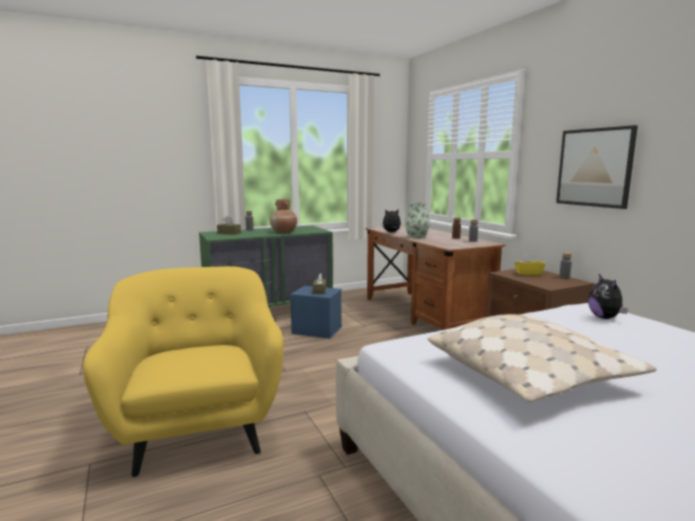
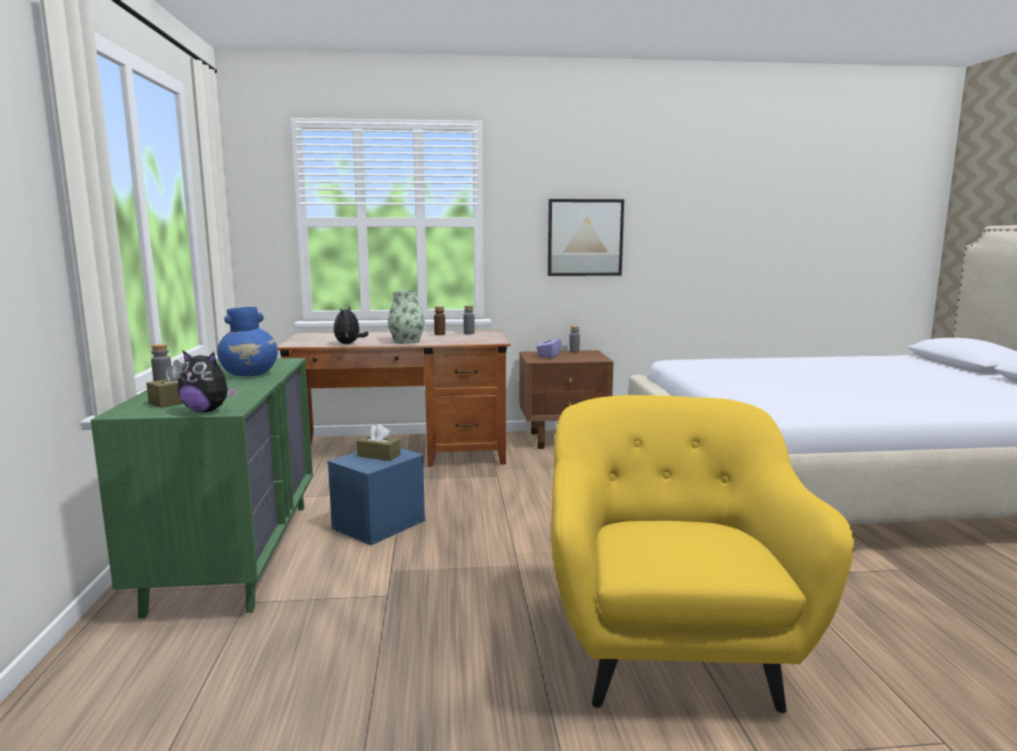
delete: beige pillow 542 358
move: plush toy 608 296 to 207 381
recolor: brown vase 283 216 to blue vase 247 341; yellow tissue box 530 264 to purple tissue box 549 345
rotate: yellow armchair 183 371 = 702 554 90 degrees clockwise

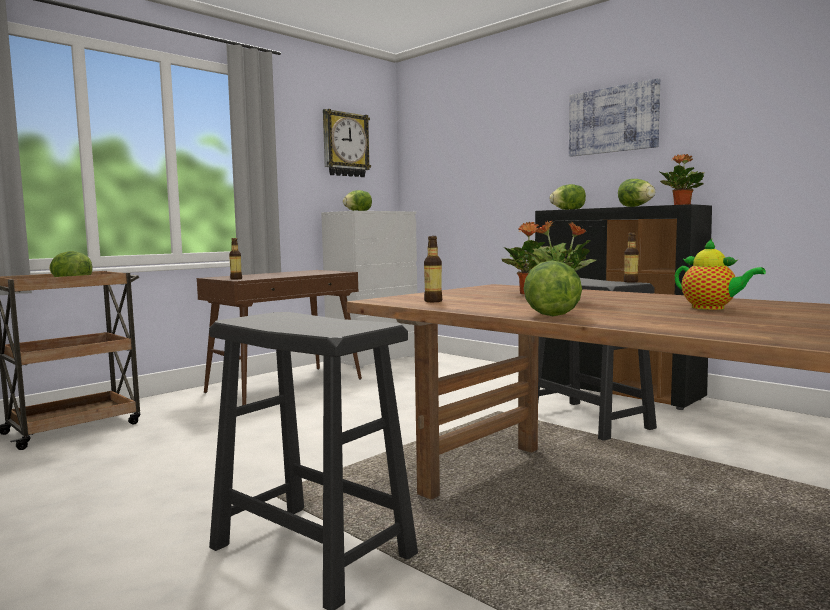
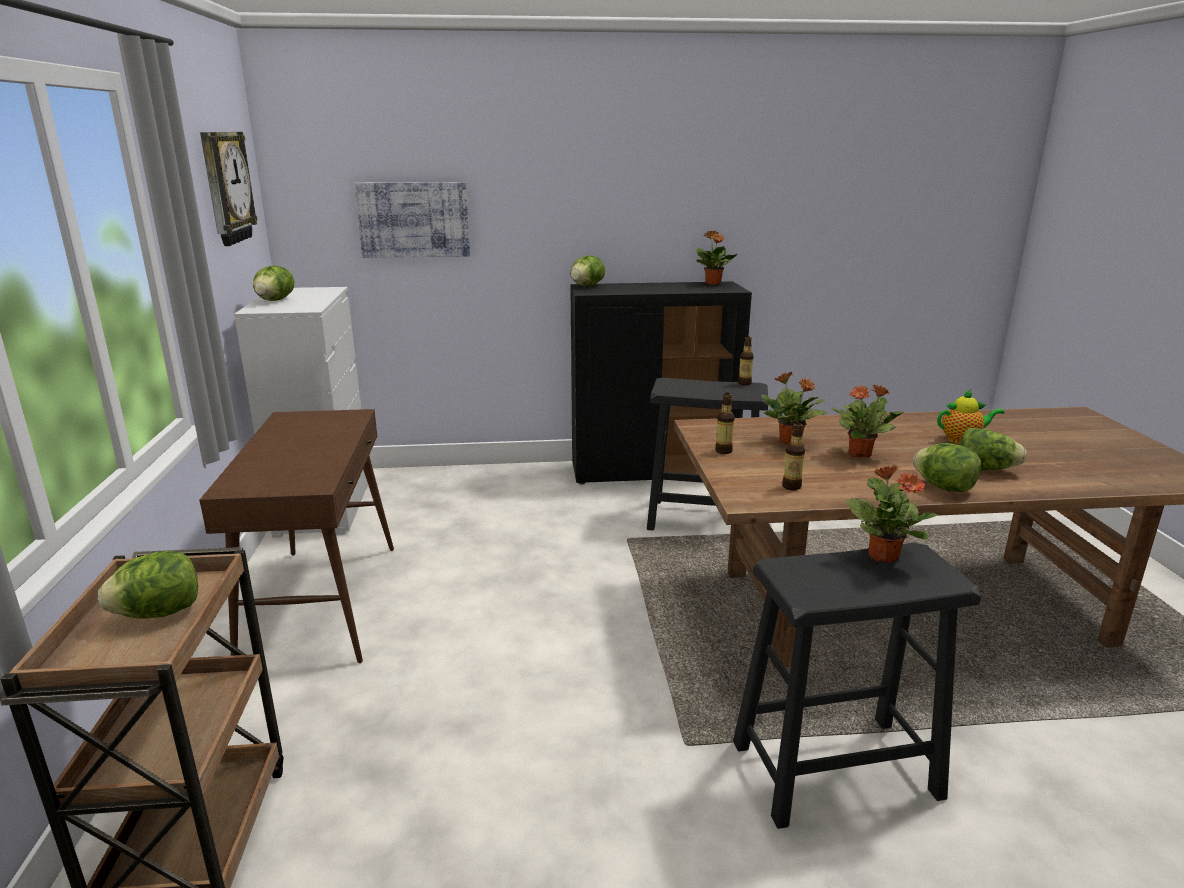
insert: potted plant 892 514
move: bottle 235 259 to 725 423; picture 614 117 to 412 220; lettuce 636 193 to 993 449

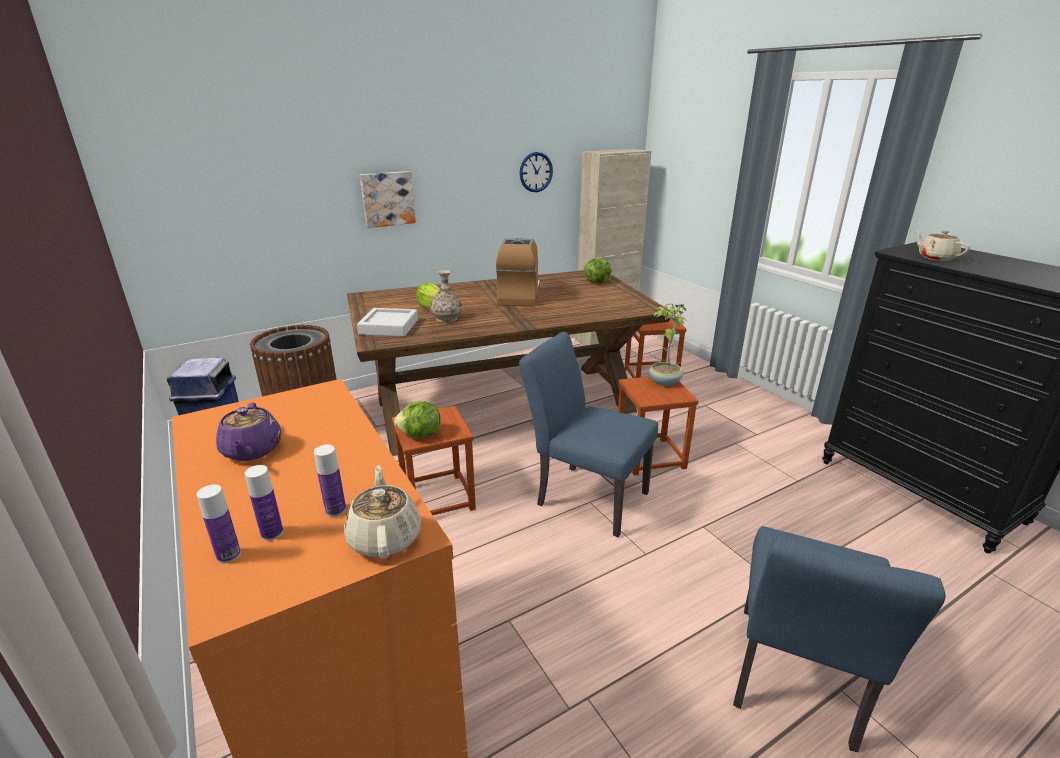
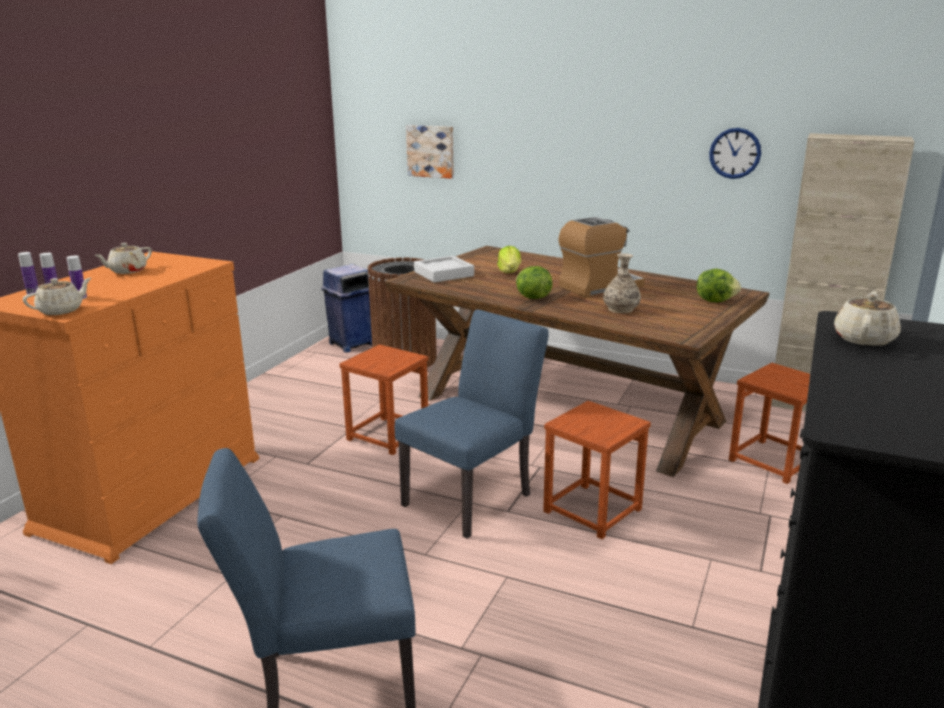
delete: potted plant 668 344
move: picture 388 199 to 430 152; lettuce 417 420 to 534 282; vase 446 296 to 622 283
recolor: purple teapot 249 432 to beige teapot 123 258
rotate: blue chair 588 434 = 472 424 45 degrees clockwise

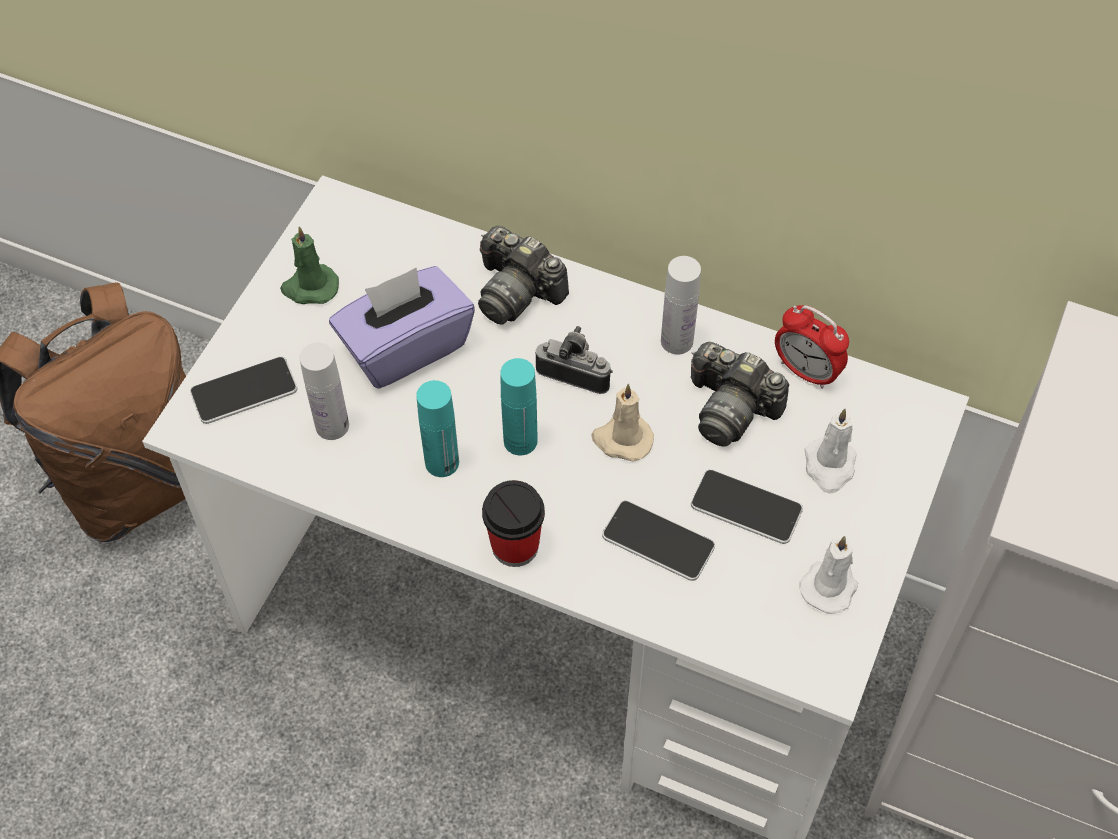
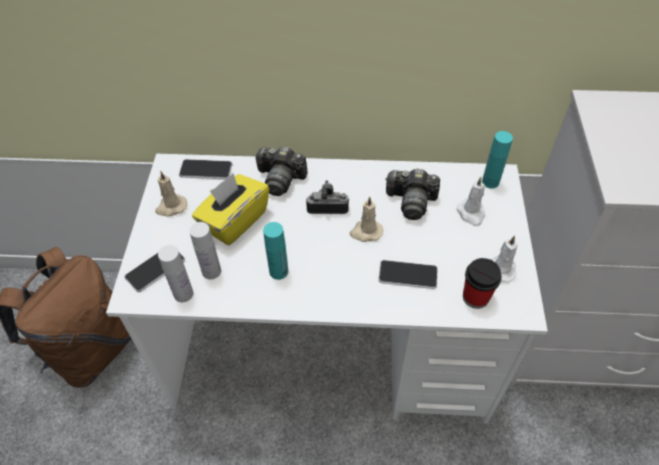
delete: alarm clock 812 347
move: cup 513 523 to 482 283; turquoise bottle 519 407 to 497 160; white bottle 681 305 to 175 273; phone 747 506 to 205 169
recolor: green candle 309 265 to beige candle 171 194; purple tissue box 402 327 to yellow tissue box 230 209

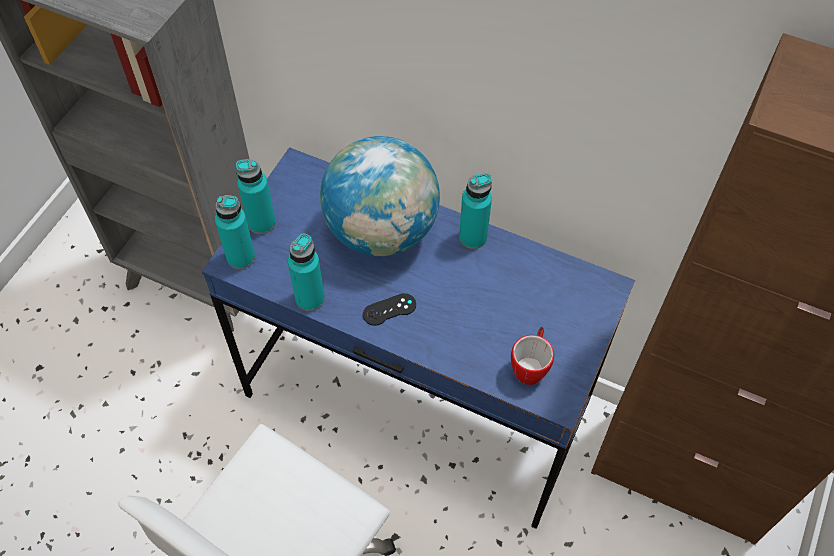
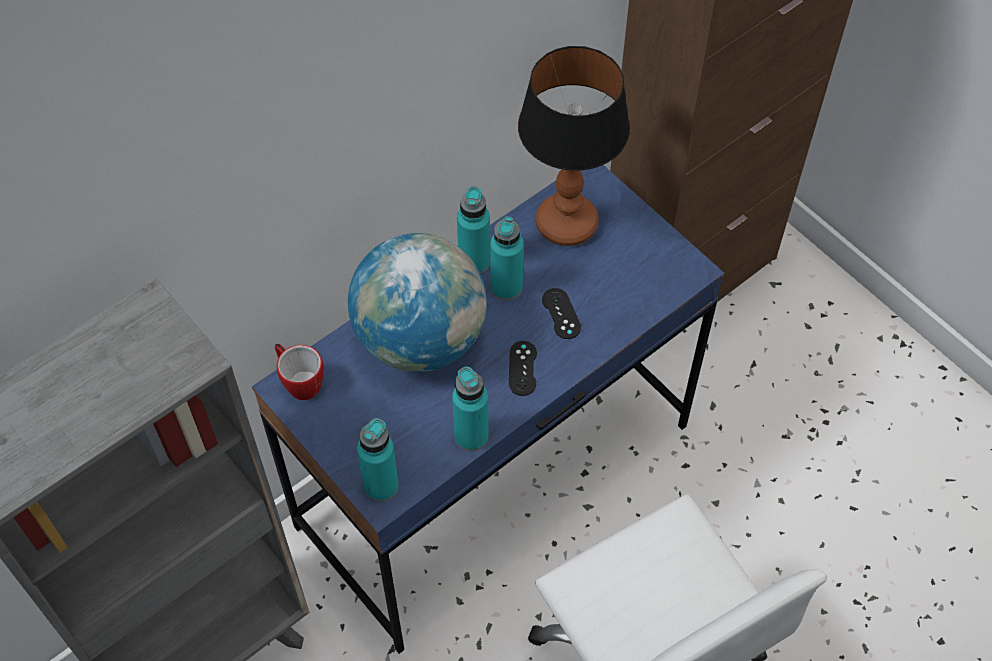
insert: table lamp 574 146; black game controller 561 313
move: turquoise bottle 256 196 to 507 259; mug 532 356 to 299 372

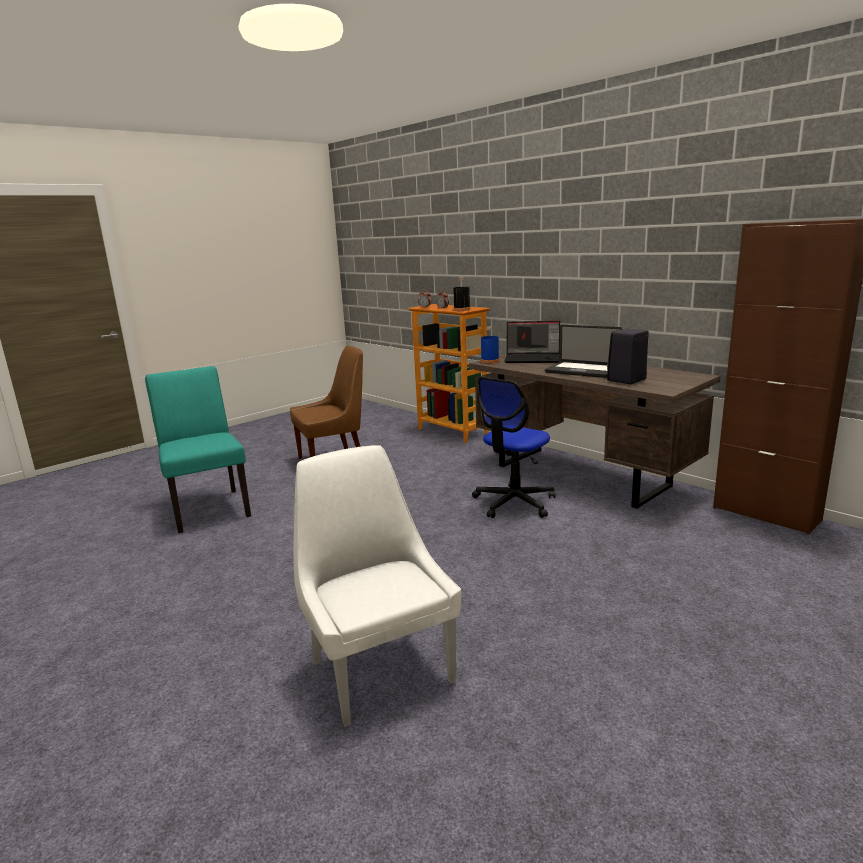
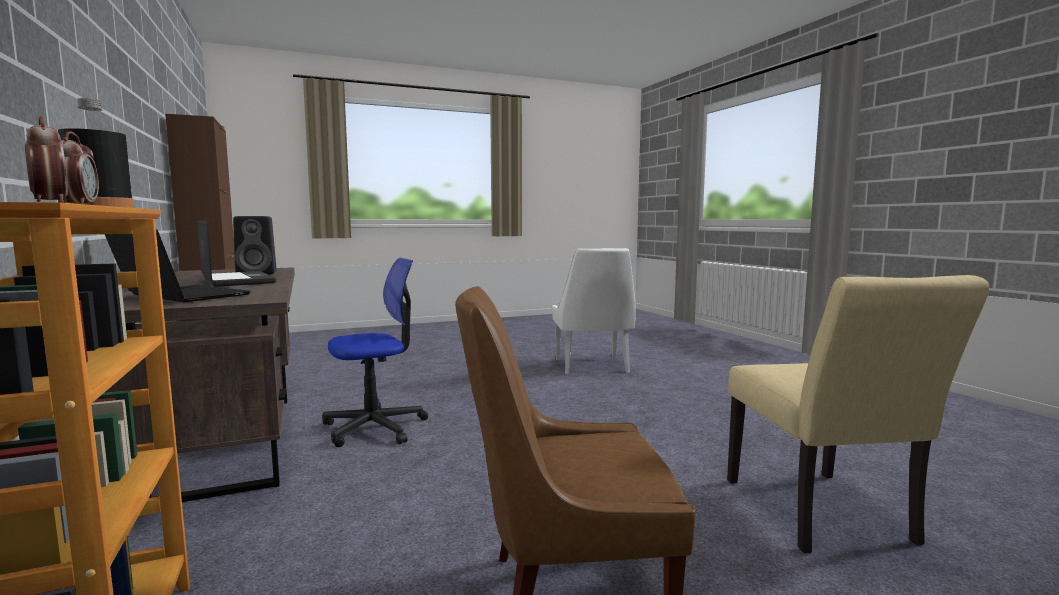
delete: blue bottle 490 345
recolor: turquoise chair 198 449 to beige chair 858 414

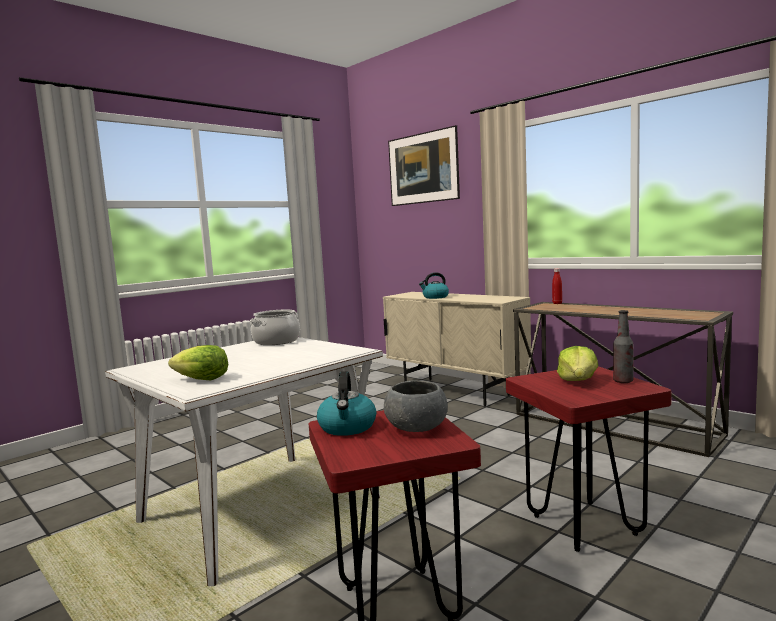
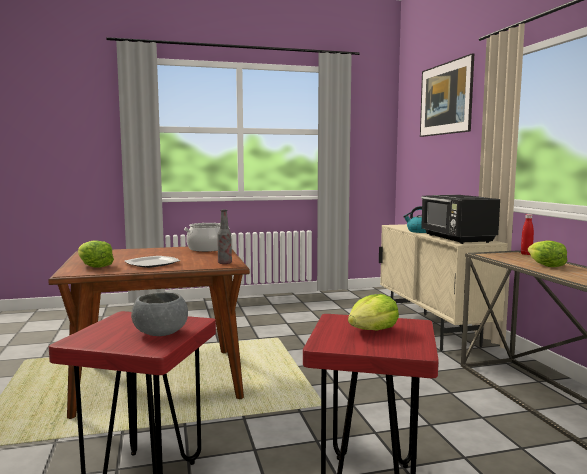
delete: kettle 346 403
insert: plate 153 262; black microwave 460 219; lettuce 547 253
move: bottle 623 346 to 224 237
recolor: white dining table 244 461 to brown dining table 149 333

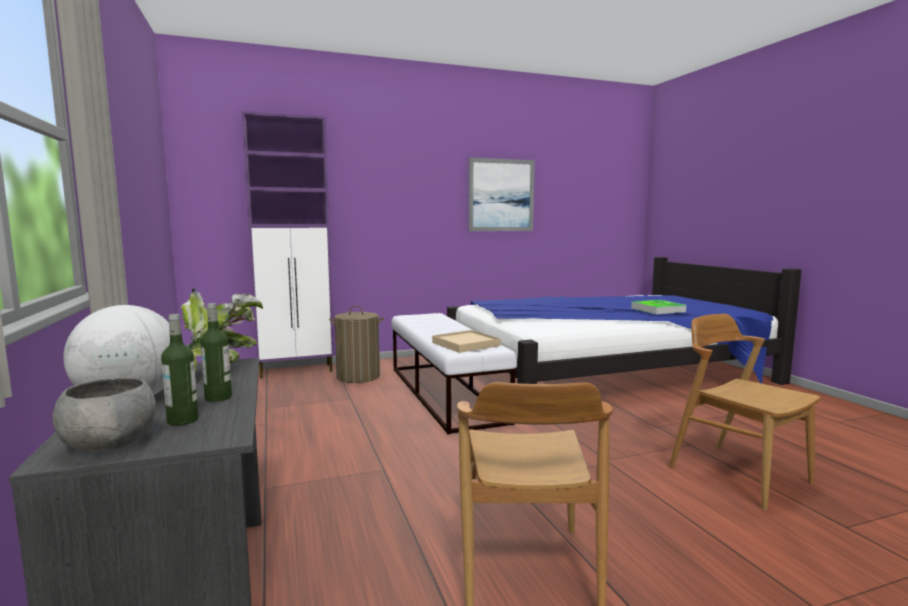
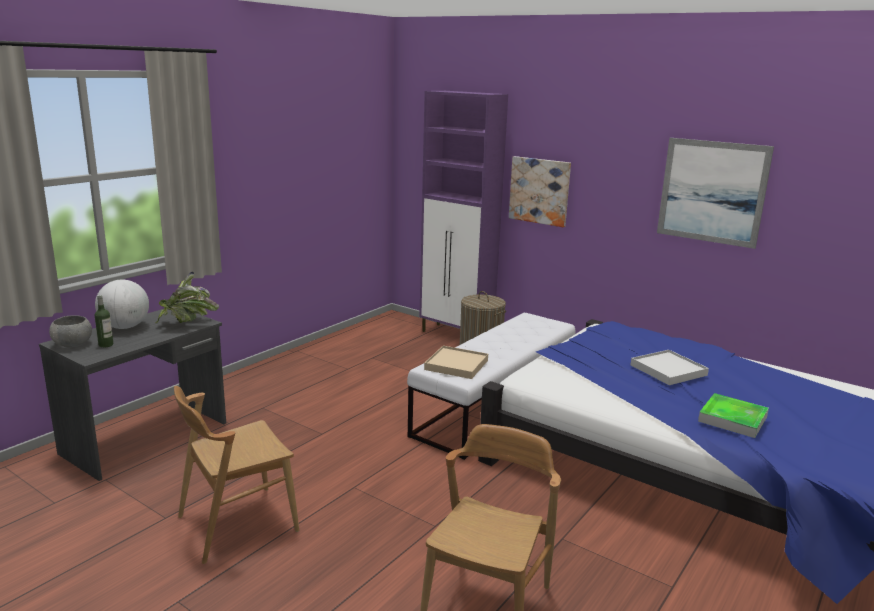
delete: bottle 216 352
insert: picture 540 191; white tray 670 367

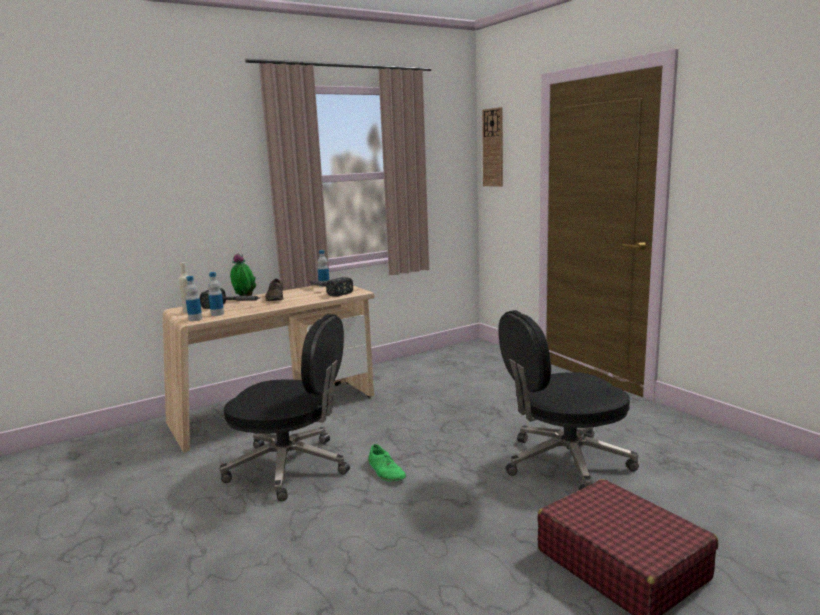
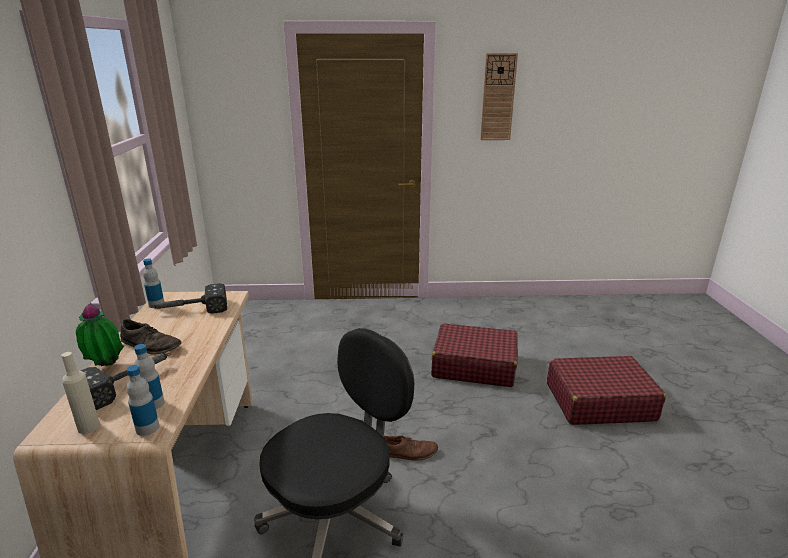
move: wall clock 492 147 to 499 96
replace: black office chair 568 400 to red suitcase 474 355
recolor: green shoe 387 463 to brown shoe 411 448

